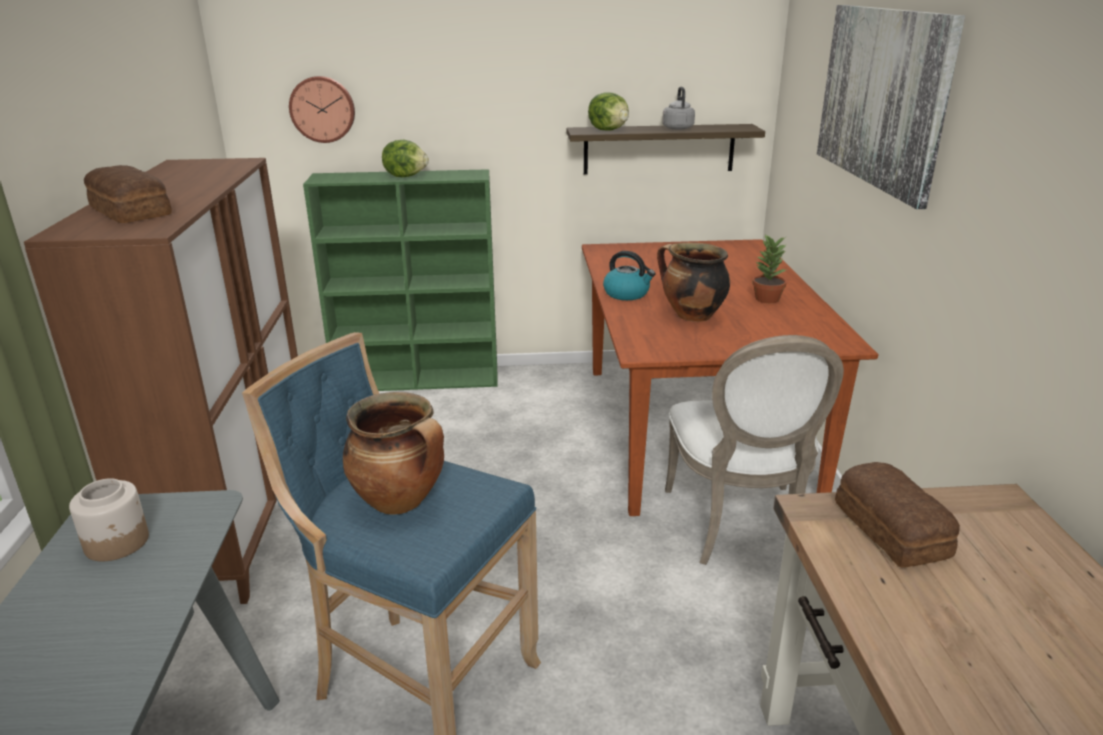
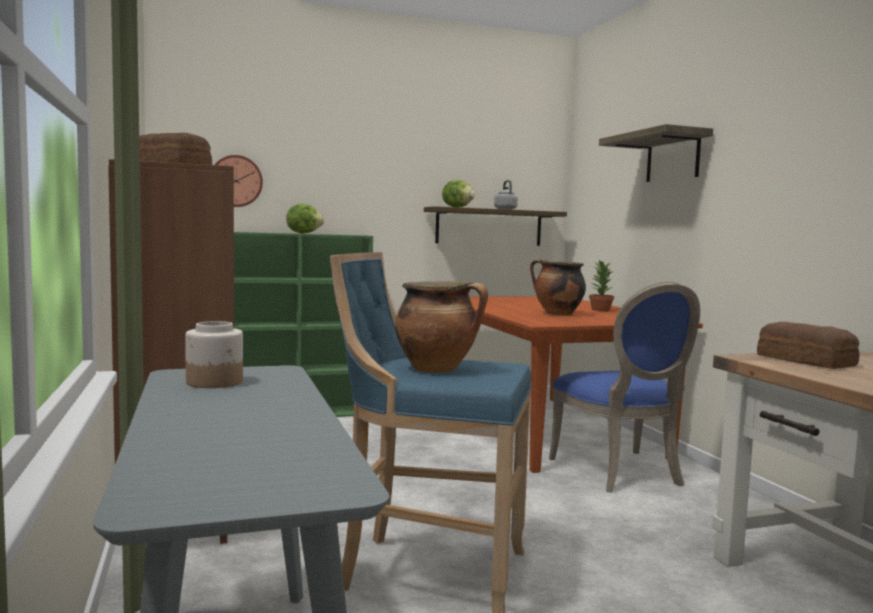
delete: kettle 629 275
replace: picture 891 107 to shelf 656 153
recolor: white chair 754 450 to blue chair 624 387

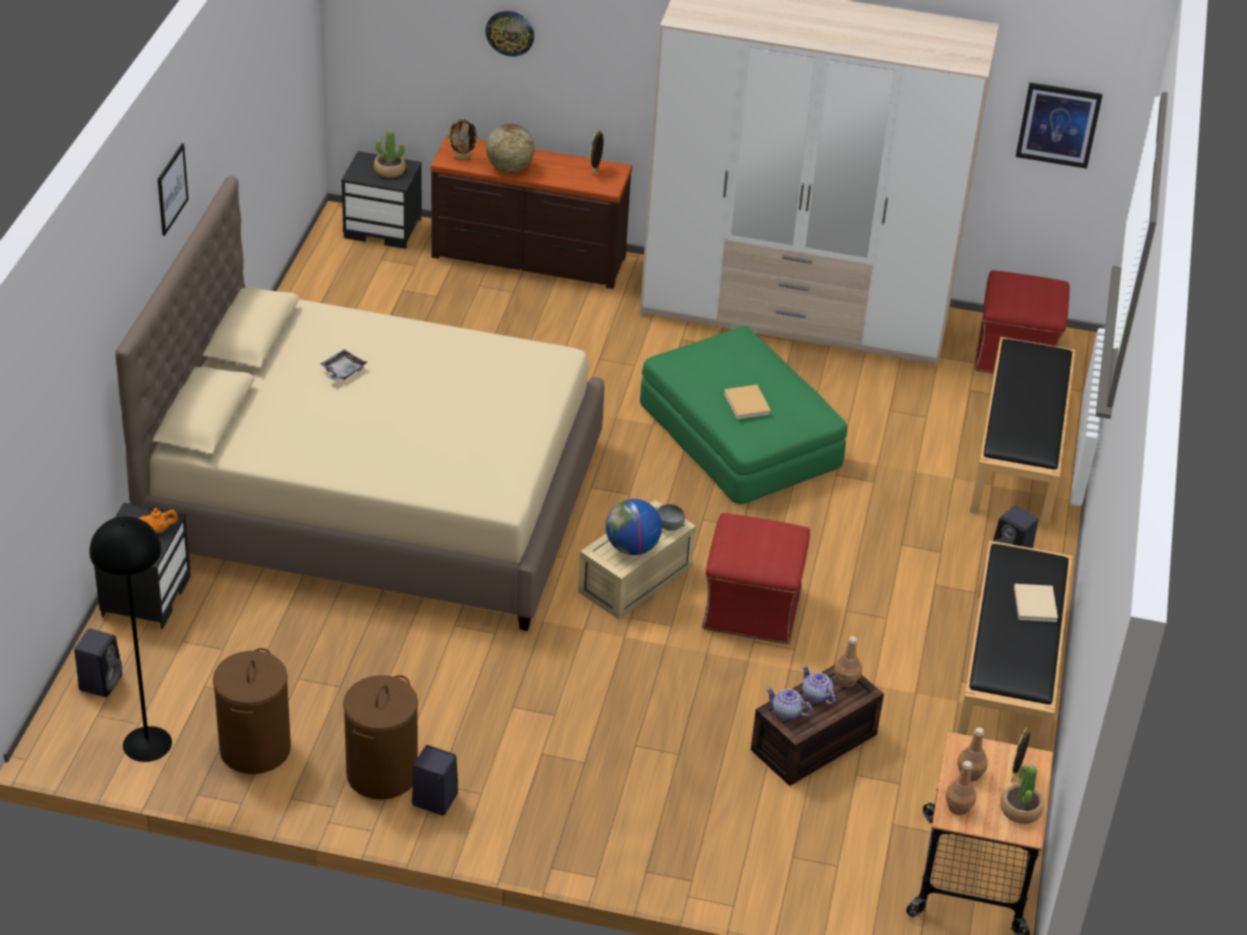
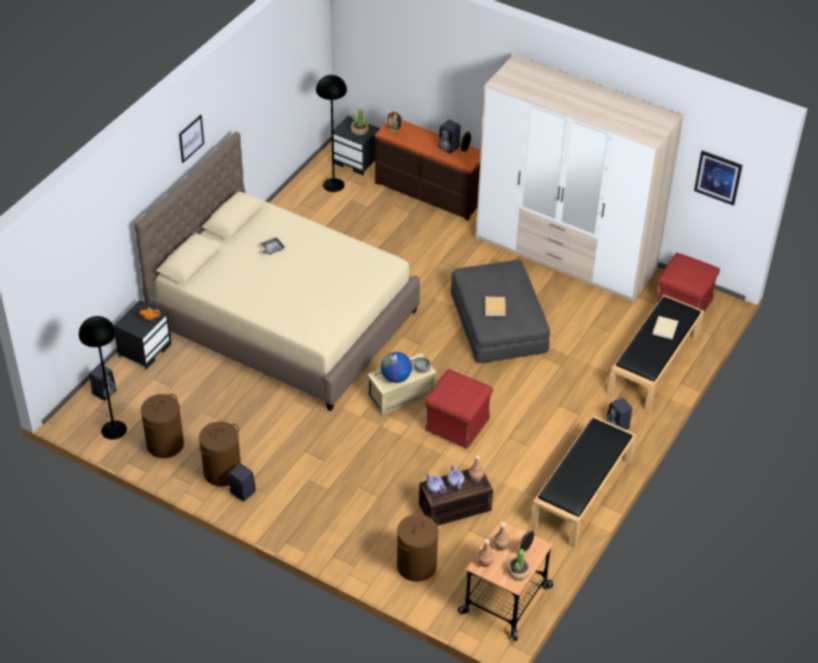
delete: wall clock 509 34; globe 510 148
insert: black floor lamp 331 133; brown laundry basket 418 548; black speaker 449 137
move: beige book 1036 603 to 665 327
recolor: green ottoman 743 415 to grey ottoman 500 311

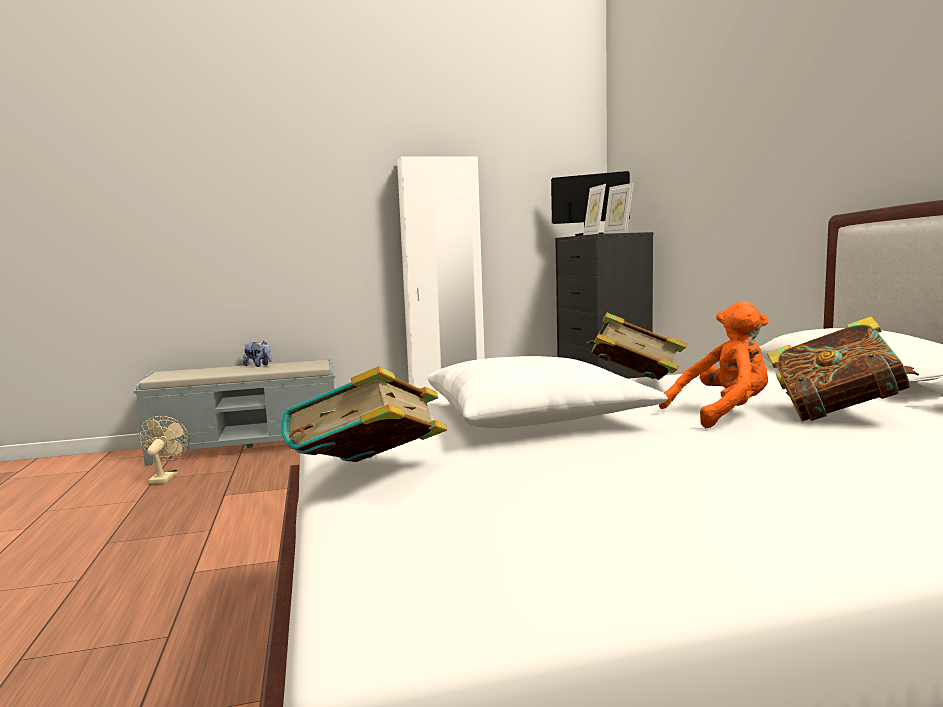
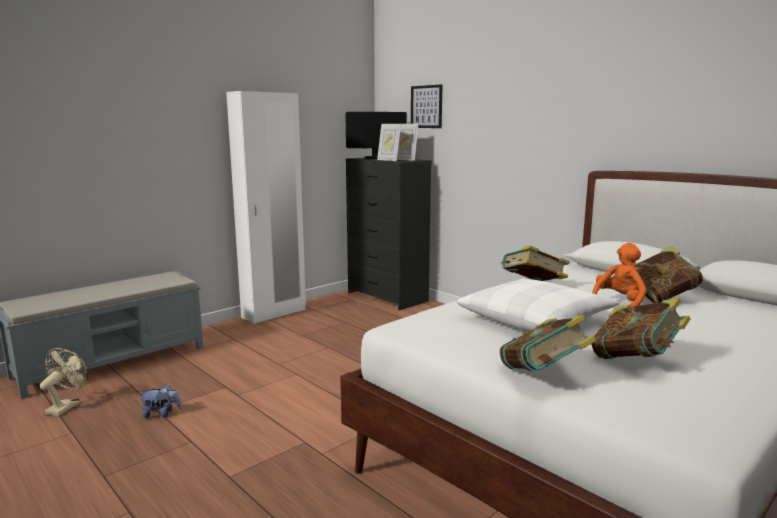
insert: picture 427 106; book 640 328
move: plush toy 257 354 to 161 401
rotate: beige fan 164 450 = 64 382 45 degrees clockwise

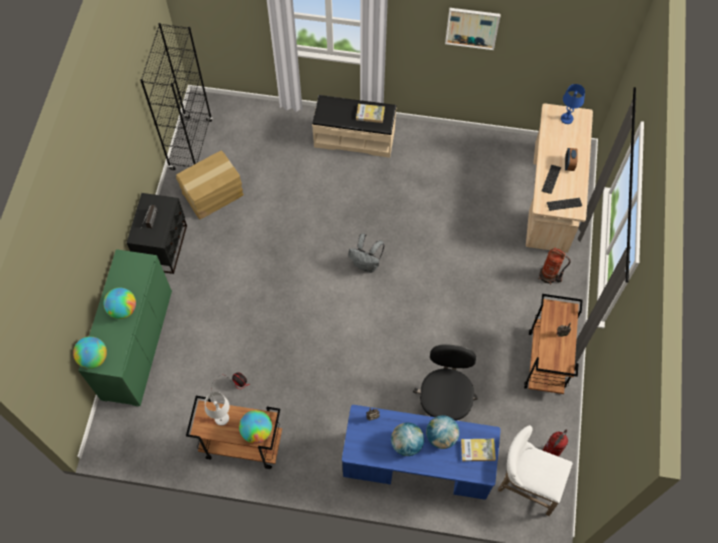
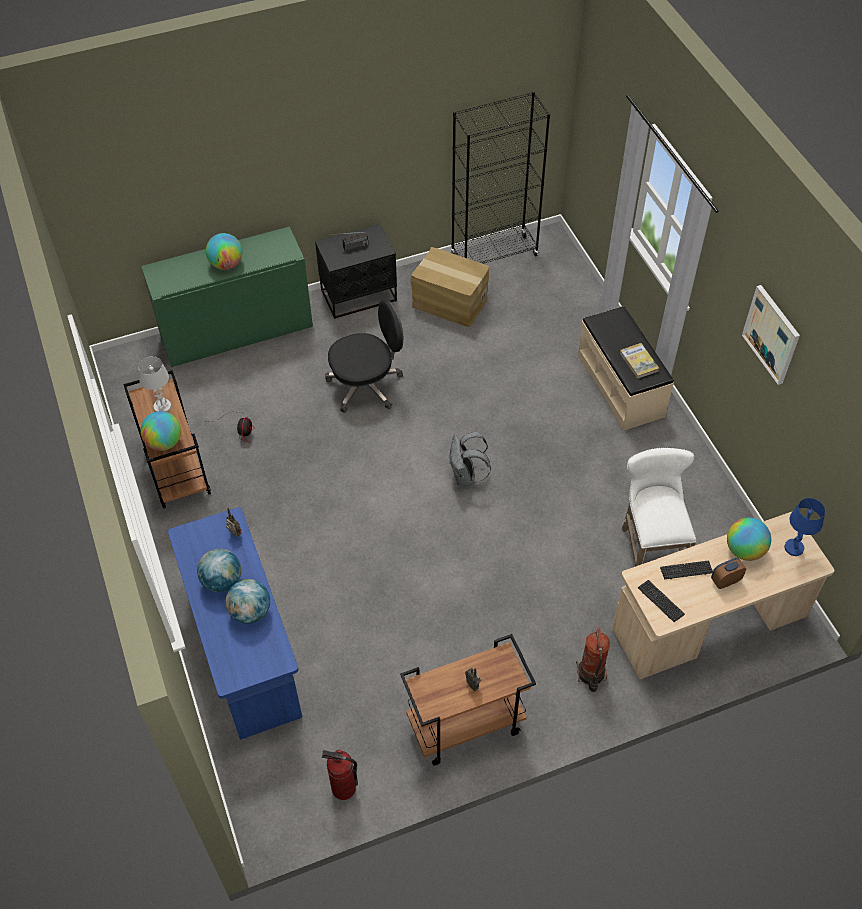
delete: book 478 450
move: globe 90 352 to 749 539; black office chair 445 382 to 364 356; white stool 535 470 to 659 507

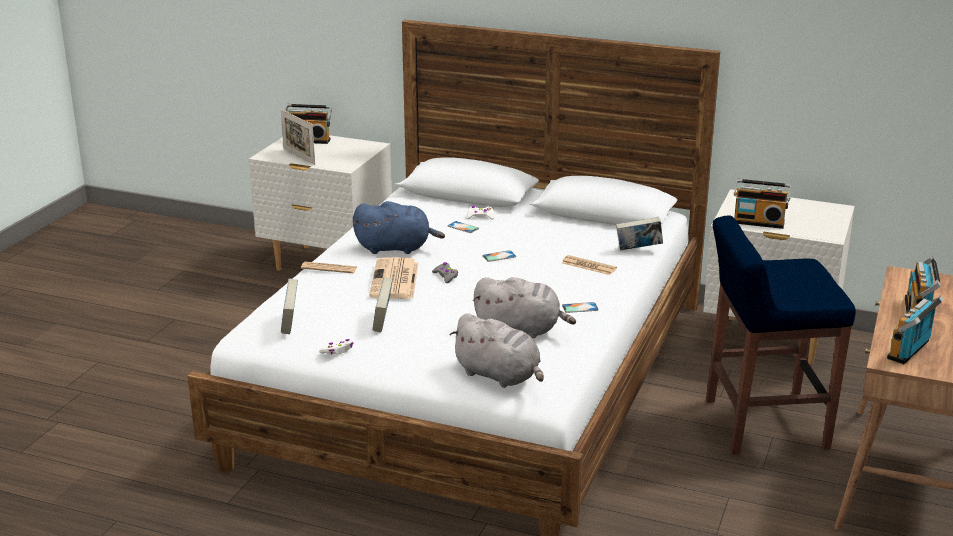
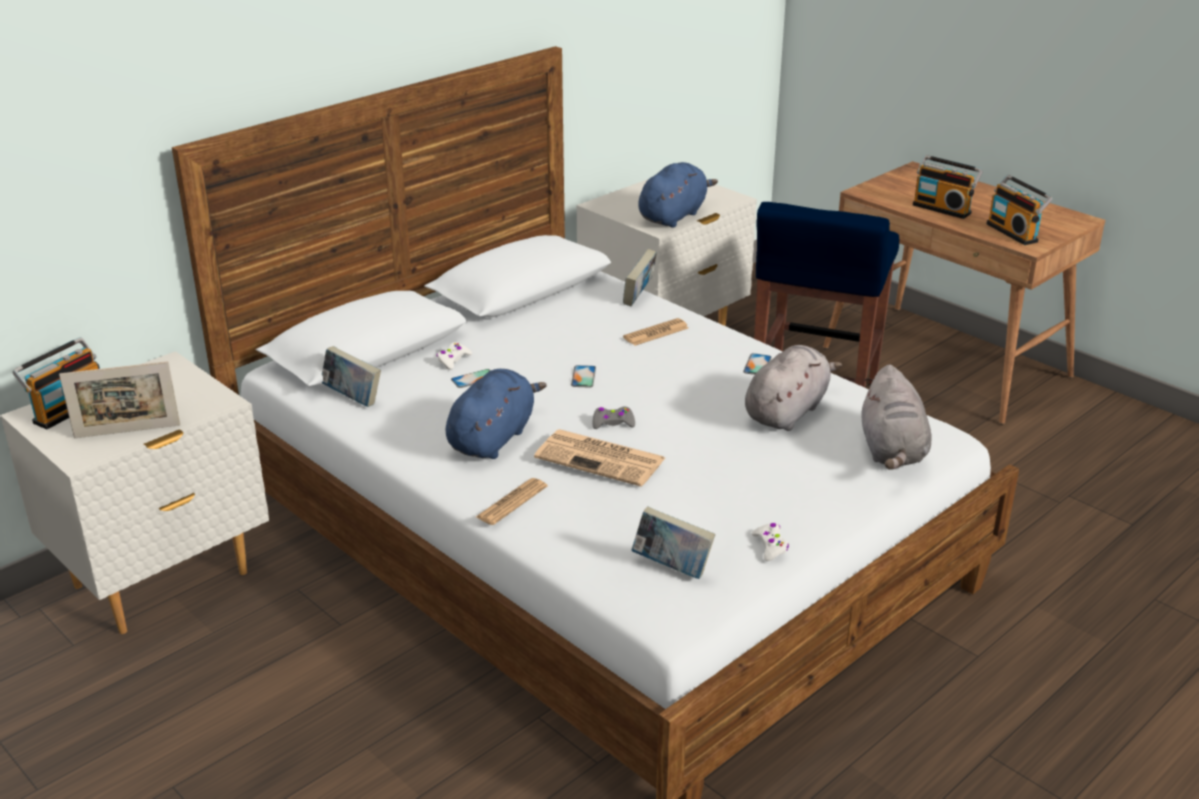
move: book 383 304 to 351 376
replace: radio 762 204 to blue plush toy 678 195
rotate: grey plush toy 497 350 = 897 417 120 degrees clockwise

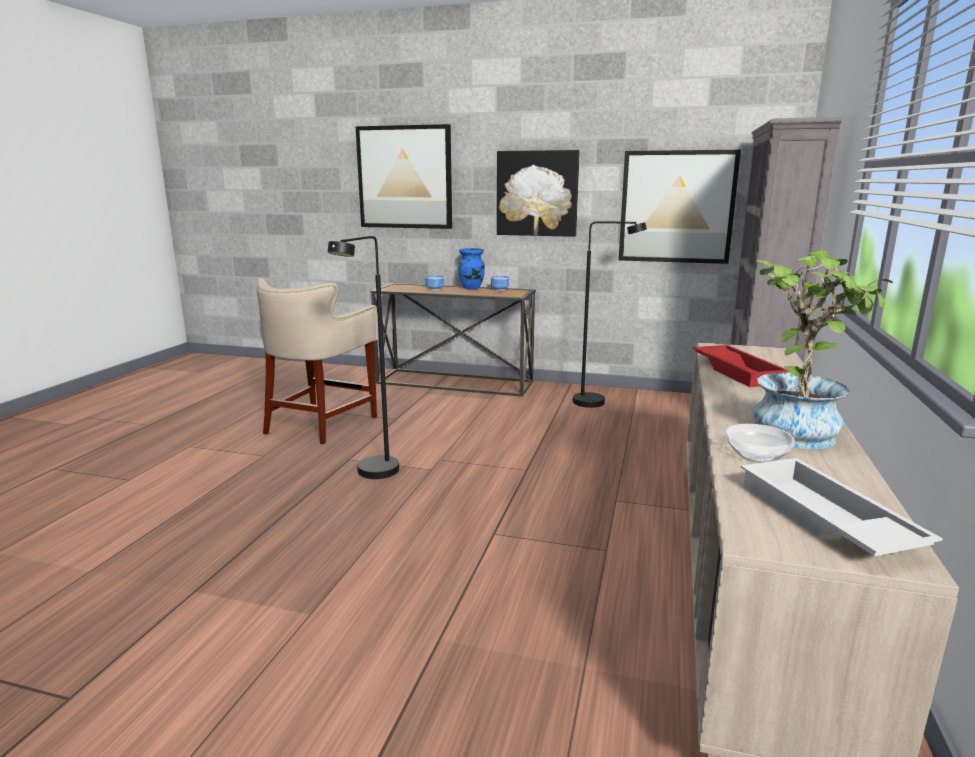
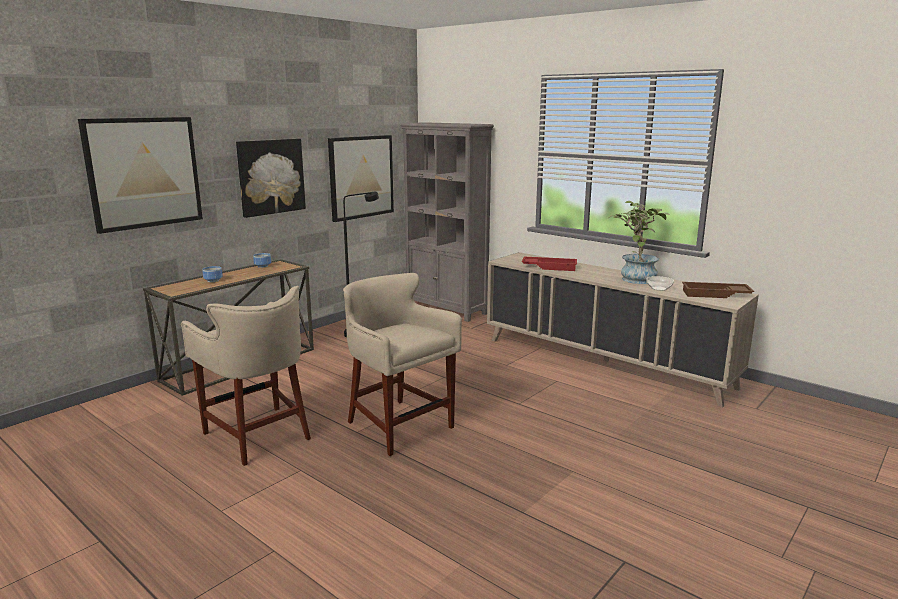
delete: blue vase 471 268
replace: black floor lamp 363 357 to beige stool 402 364
recolor: white tray 842 507 to brown tray 718 290

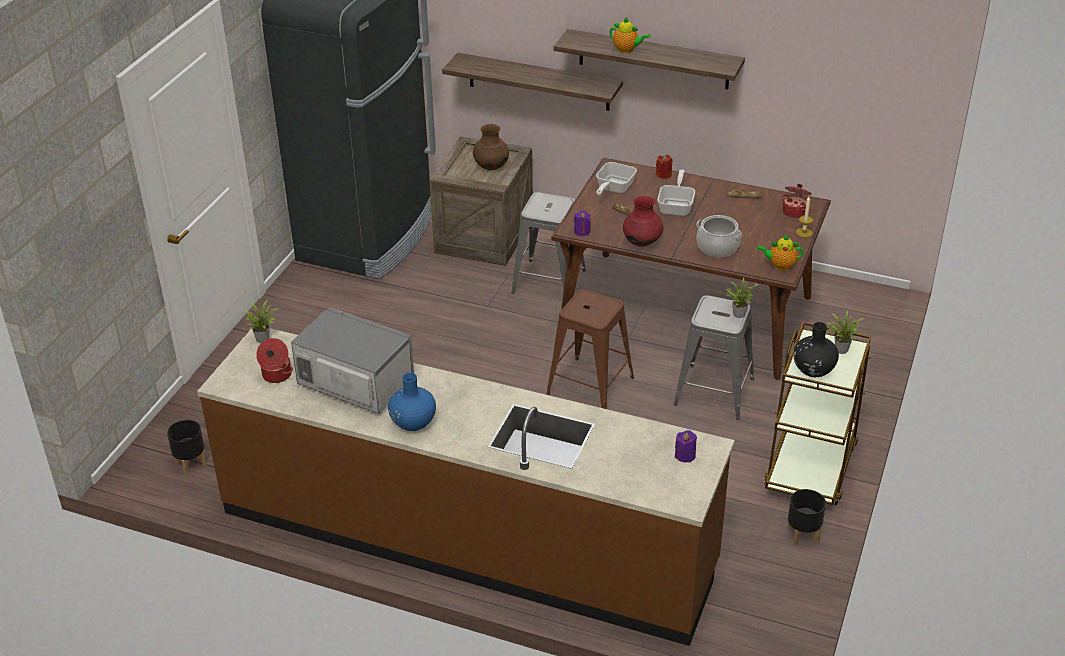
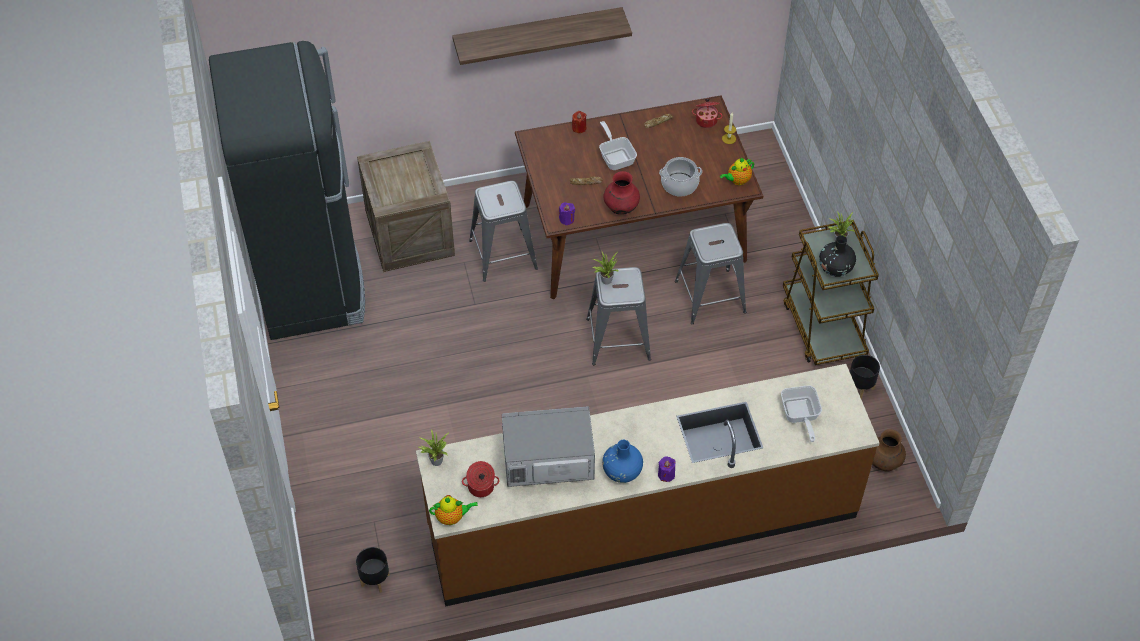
delete: shelf 532 82
move: brown vase 491 147 to 889 450; frying pan 616 179 to 801 414; teapot 629 35 to 453 510; purple candle 686 446 to 667 469; potted plant 742 298 to 605 268
recolor: brown stool 590 349 to grey stool 618 316

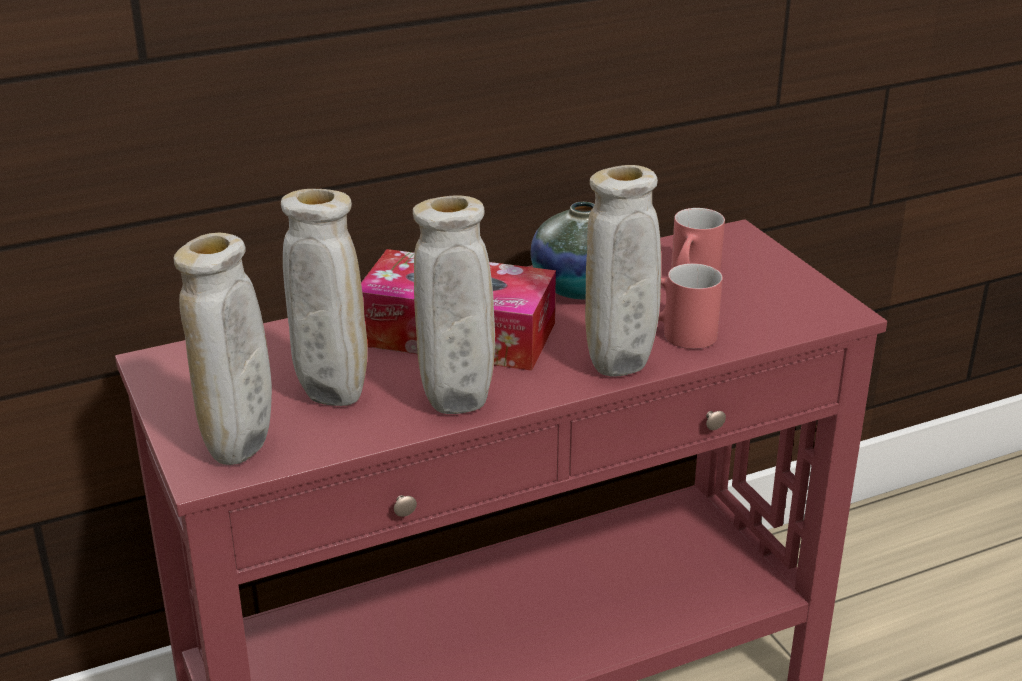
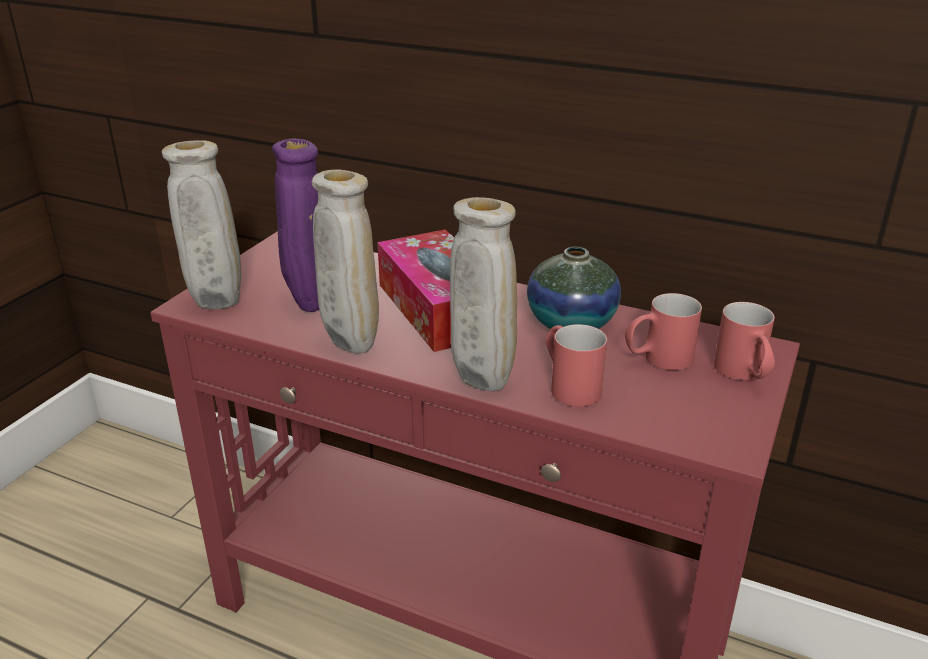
insert: red mug 744 341
recolor: beige vase 324 297 to purple vase 295 225

